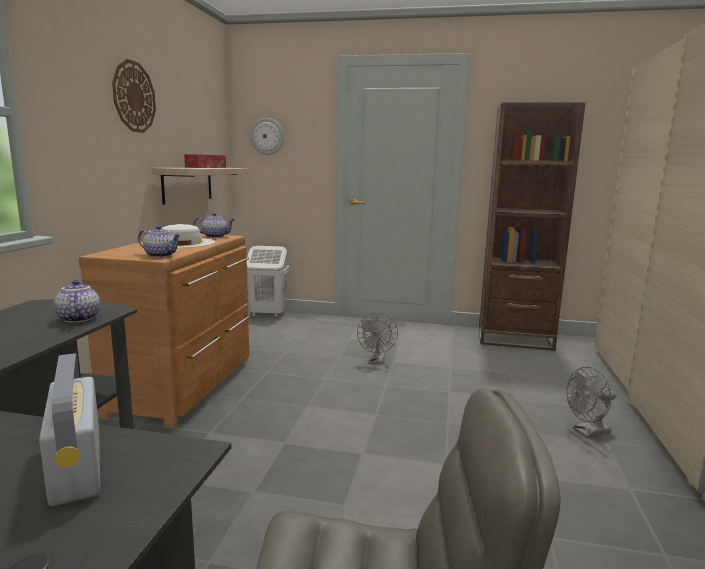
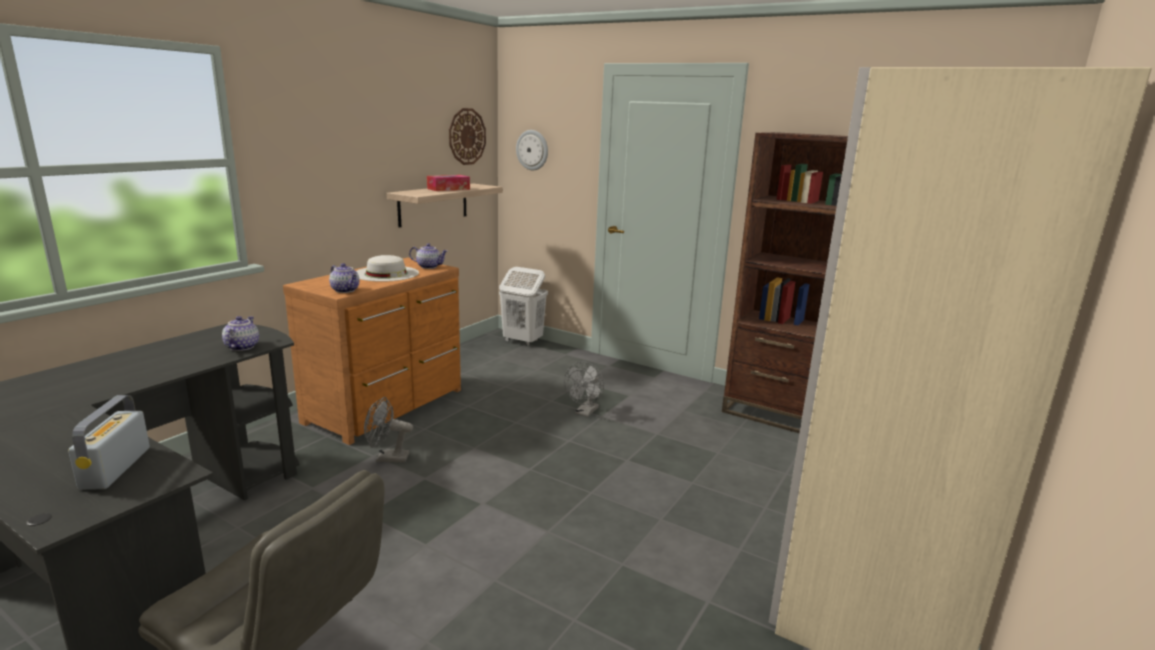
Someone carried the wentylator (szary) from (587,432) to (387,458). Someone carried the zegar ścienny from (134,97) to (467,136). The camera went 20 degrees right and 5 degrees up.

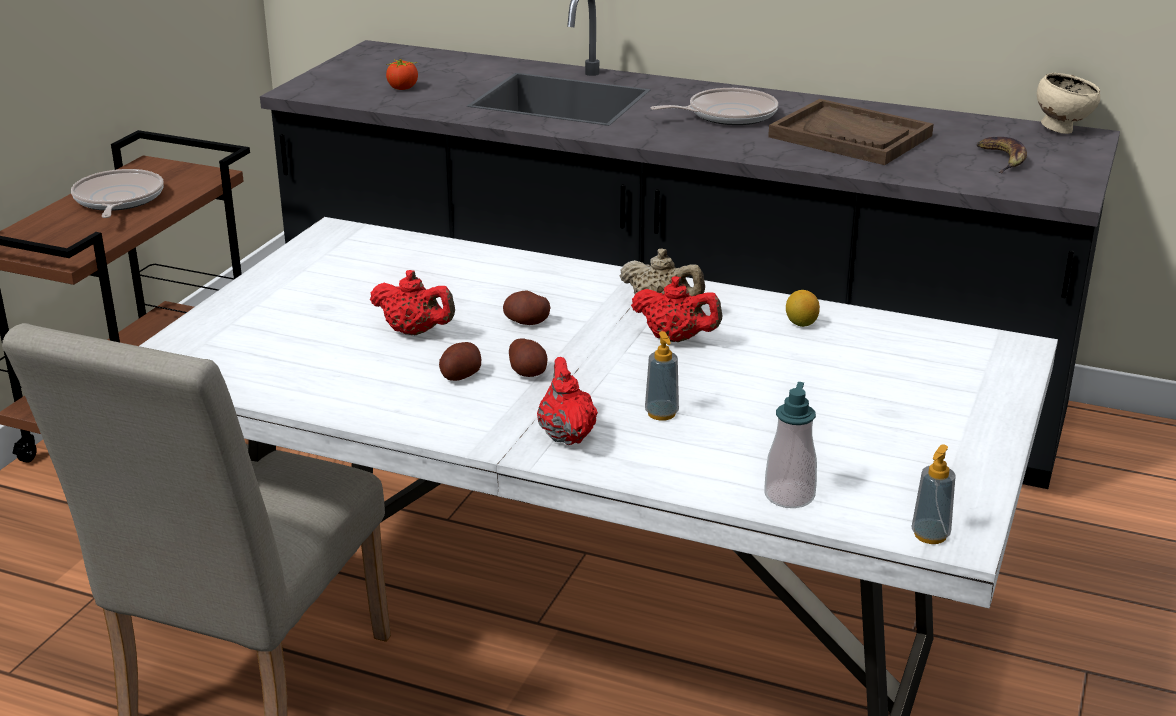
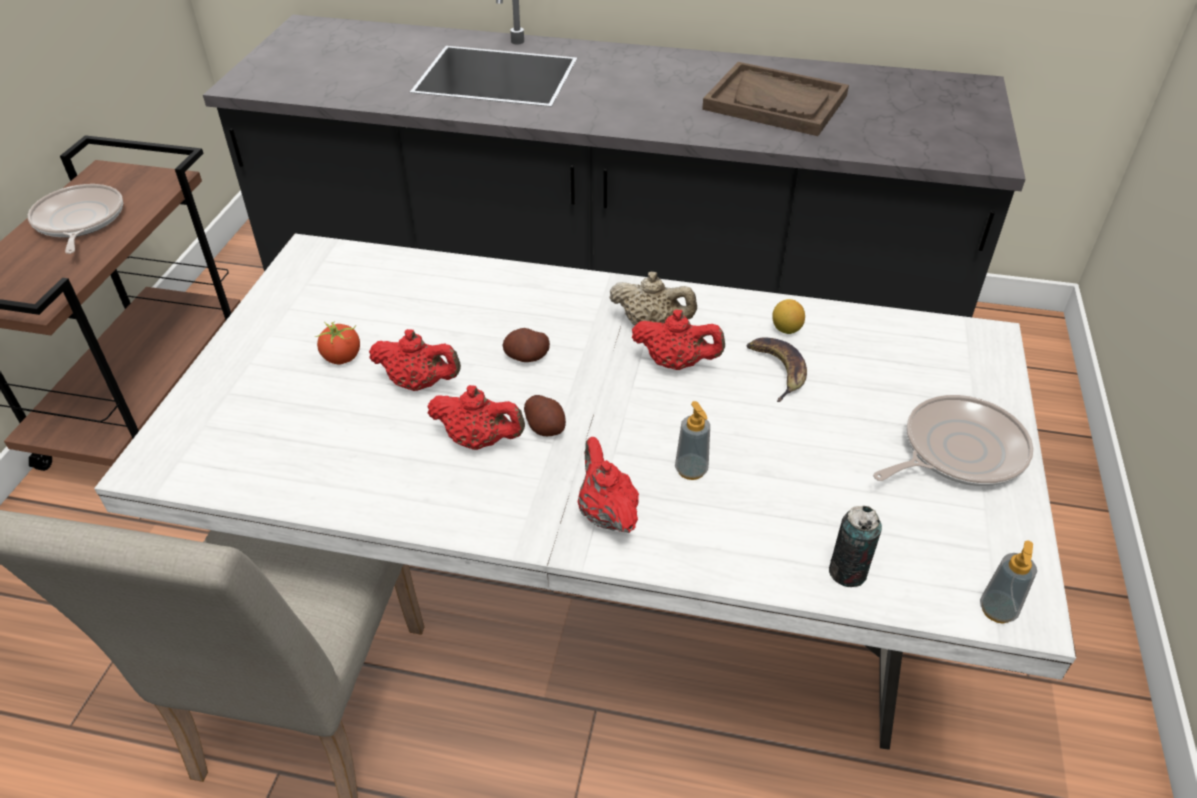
Someone carried the pomidor from (403,88) to (342,358). Someone swapped the ziemniak at (460,375) for the imbryk (czerwony) at (479,440). Someone carried the banan from (1002,159) to (778,370). Someone swapped the dozownik mydła at (789,496) for the puszka at (847,572). Someone carried the patelnia from (727,115) to (957,451). Someone took away the miska (beżowy) at (1061,130). The camera went 10 degrees left and 15 degrees up.

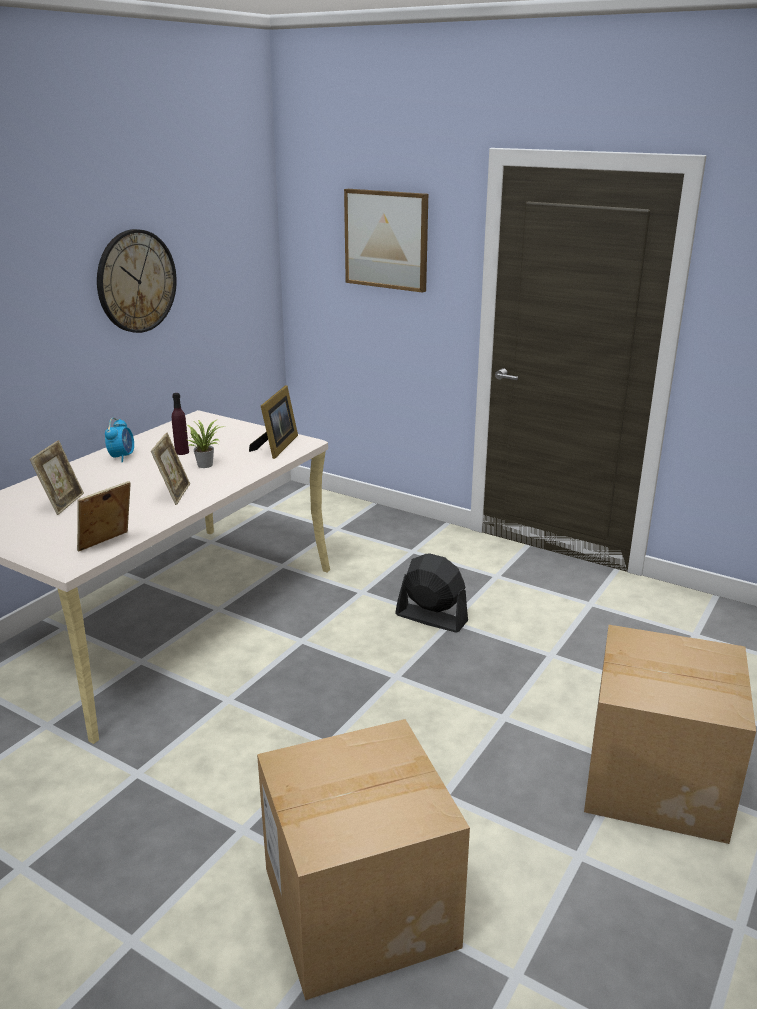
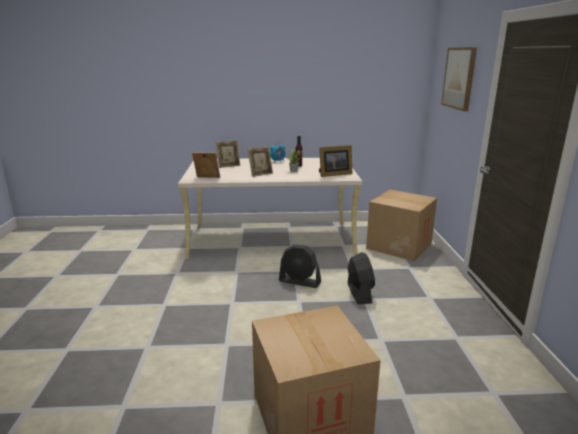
Someone put down the wentylator (czarny) at (300,281). Someone carried the karton from (359,906) to (399,246). Someone took away the zegar ścienny at (136,281). The camera went 55 degrees right and 5 degrees down.

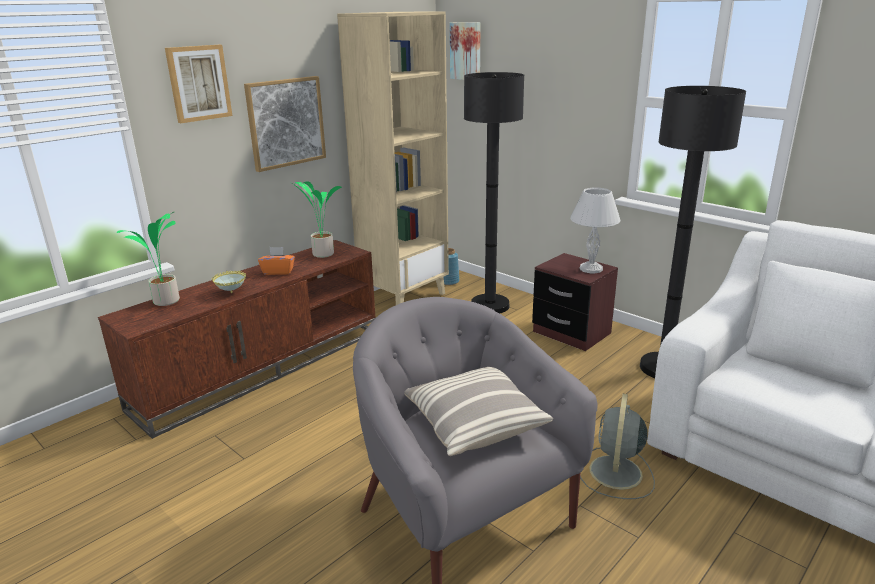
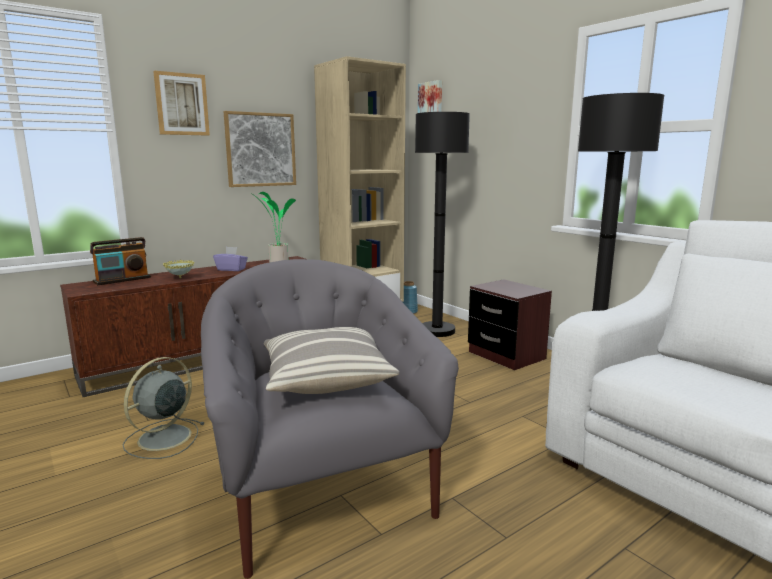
Someone swapped the roślina doniczkowa at (166,302) for the radio at (122,280). Someone carried the wentylator (szary) from (615,473) to (162,438). Someone repainted the pudełko chusteczek (pomarańczowy) at (278,271), which became the pudełko chusteczek (fioletowy) at (231,269). Someone took away the lampa stołowa (biały) at (590,268). The camera went 10 degrees right and 10 degrees down.

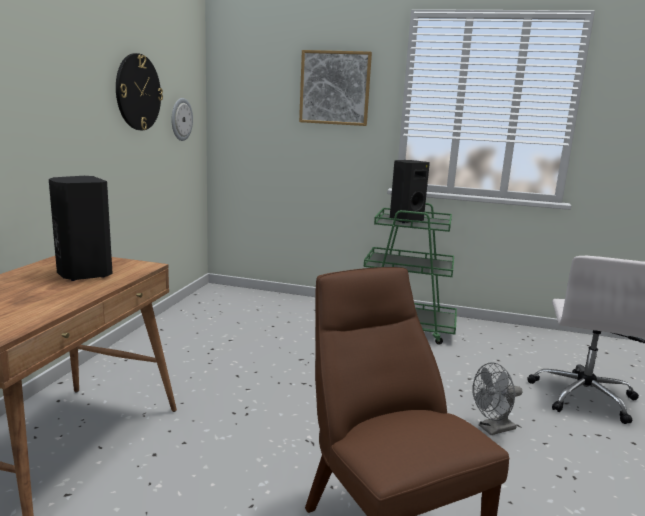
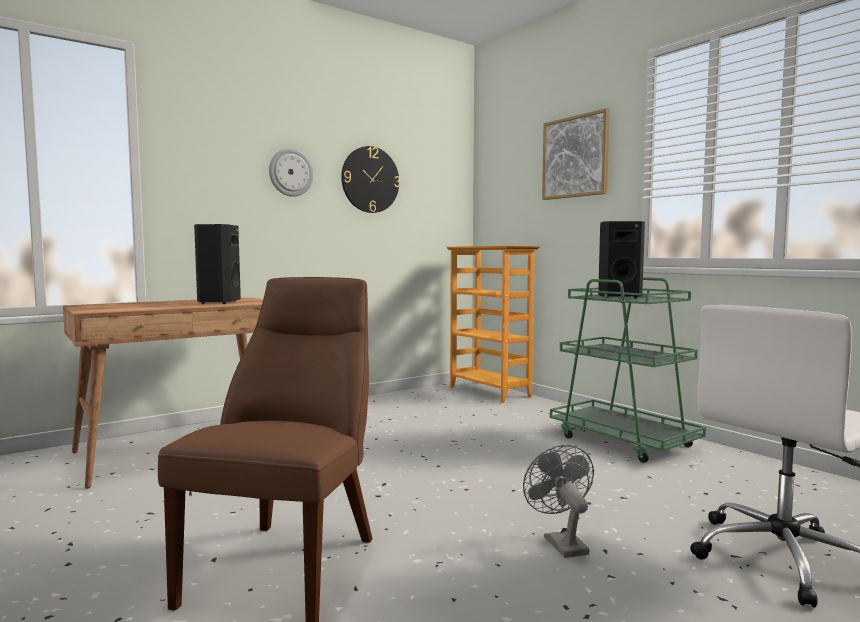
Someone carried the zegar ścienny from (181,119) to (290,172). Someone put down the regał at (490,391). Someone rotated the wentylator (szary) at (492,429) by 60 degrees clockwise. The camera went 40 degrees right and 10 degrees down.

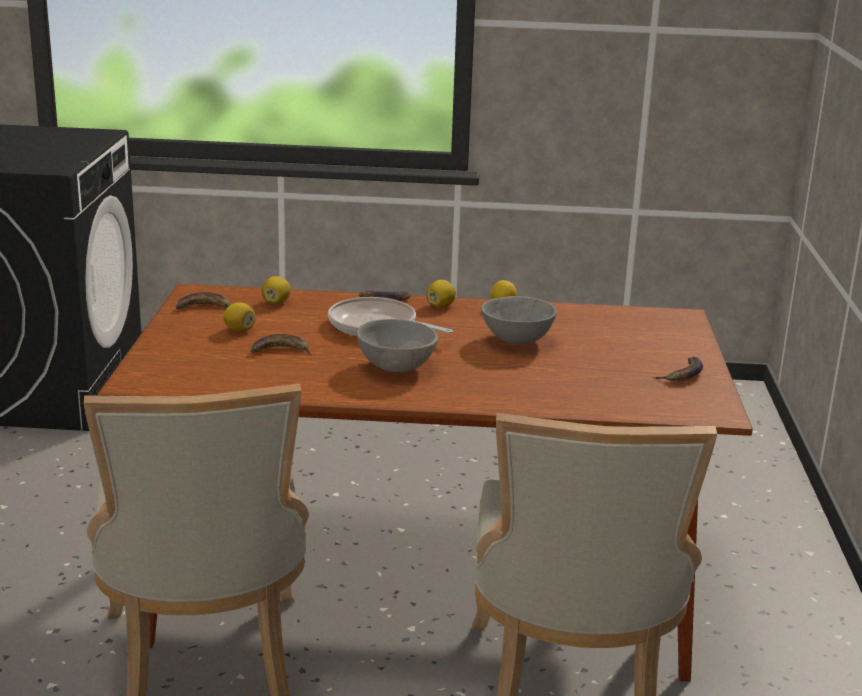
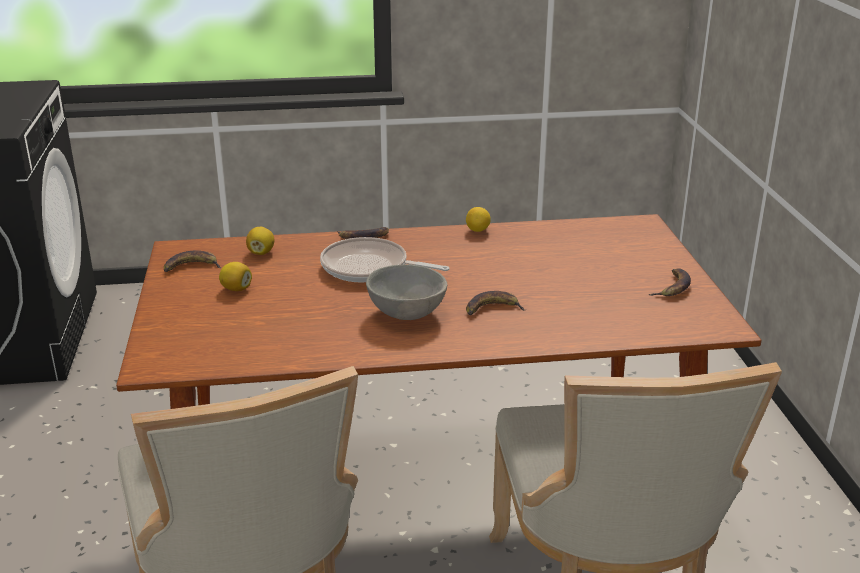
Someone carried the banan from (280,351) to (492,309). Someone took away the cytryna at (440,306). Someone took away the miska (szary) at (515,340). The camera went 10 degrees left and 5 degrees up.

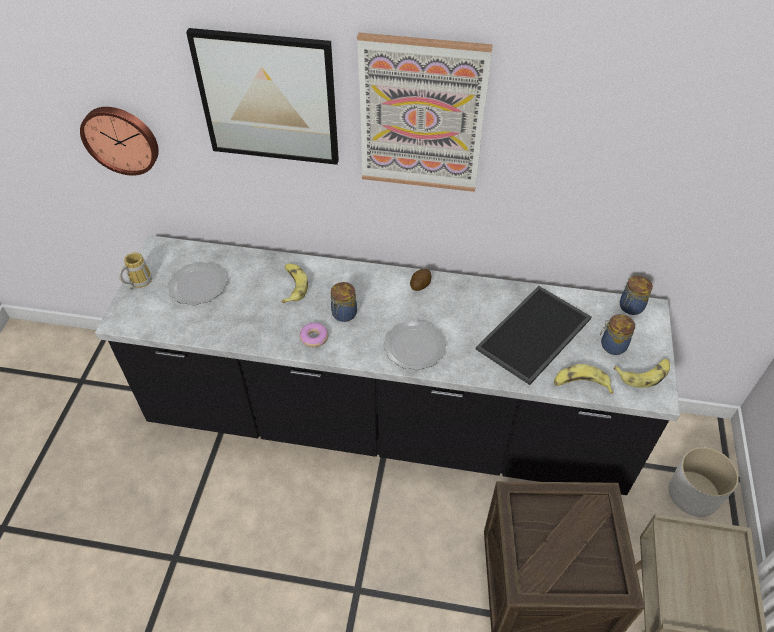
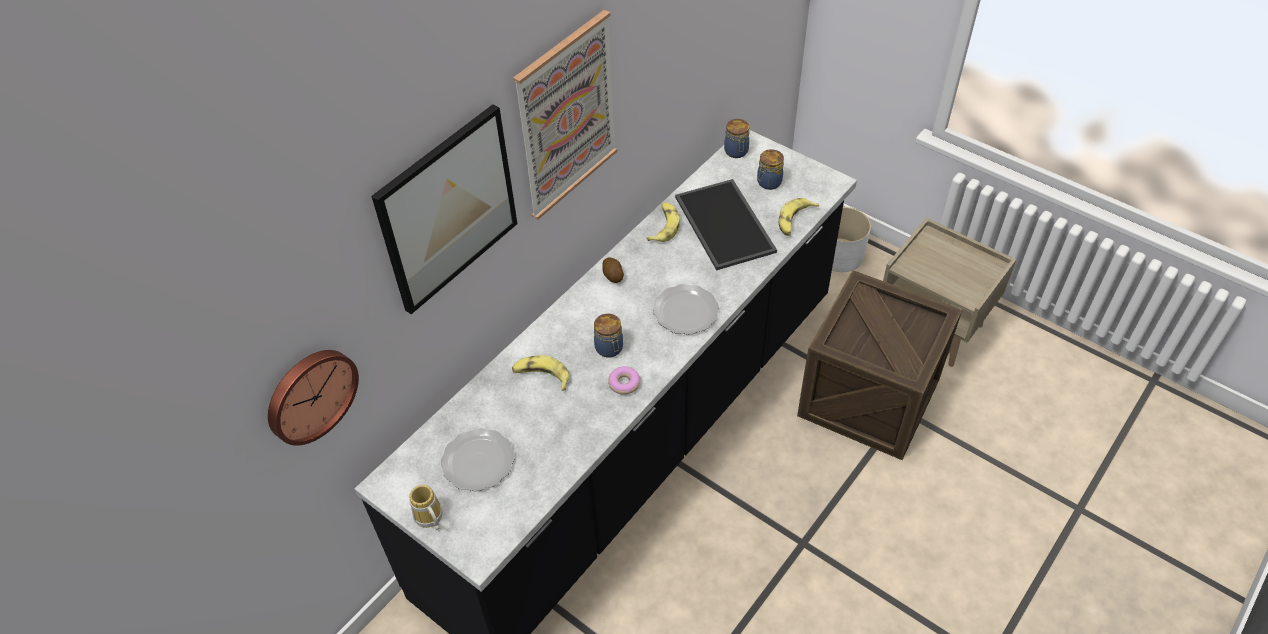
Someone carried the banan from (643,374) to (664,226). The camera went 60 degrees left and 0 degrees up.

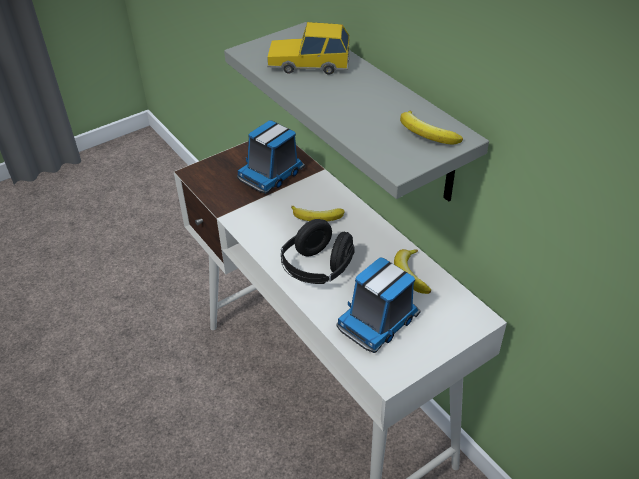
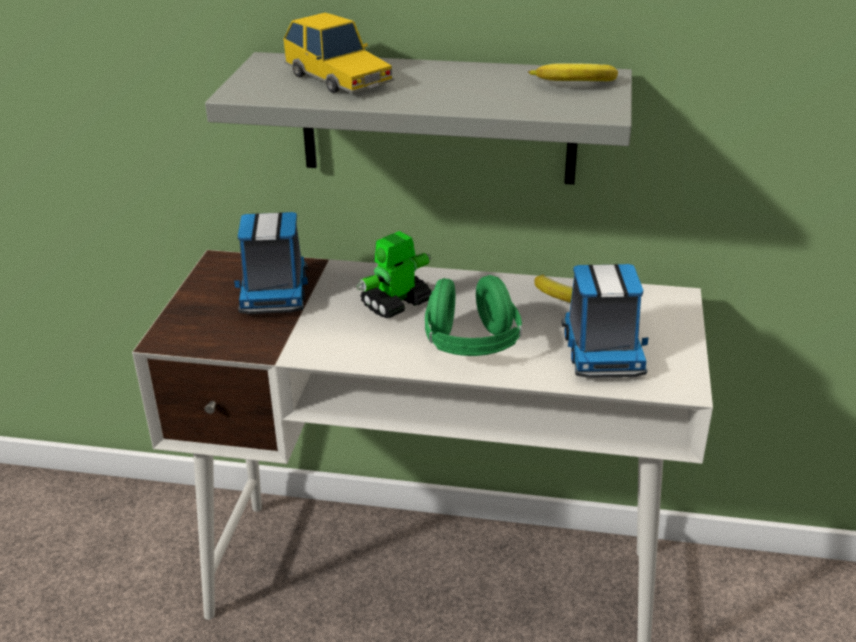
Someone rotated the samochodzik at (309,63) by 90 degrees counterclockwise. Someone swapped the banan at (317,218) for the robot zabawkowy at (396,304). Someone repainted the słuchawki (czarny) at (317,269), which became the słuchawki (zielony) at (471,345). The camera went 45 degrees left and 10 degrees down.

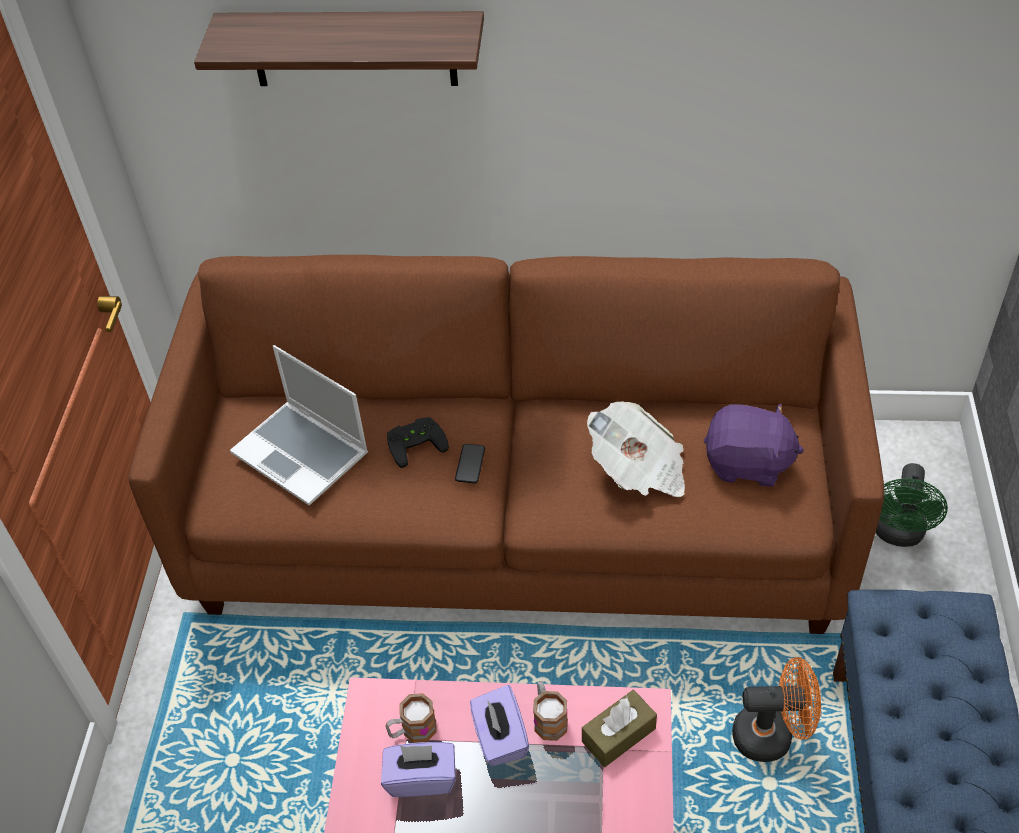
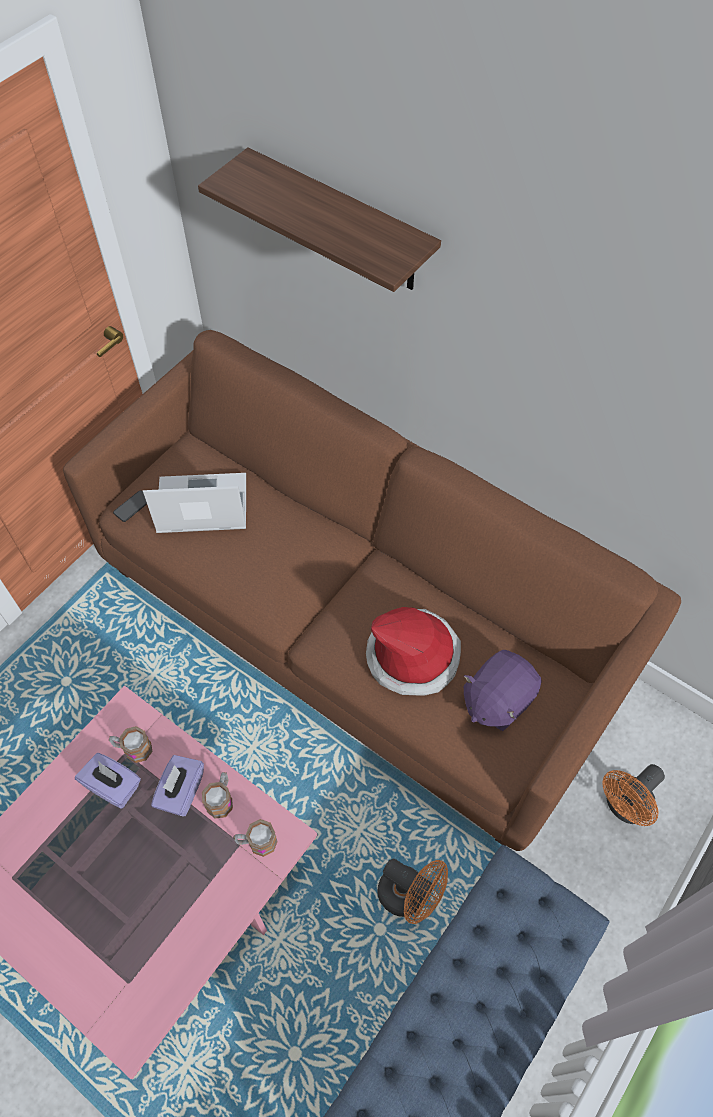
Someone carried the telefon from (470,464) to (132,506). Someone rotated the laptop at (303,454) by 105 degrees clockwise. Someone swapped the pudełko chusteczek (brązowy) at (618,735) for the kubek at (256,842). Someone swapped the gazeta at (638,470) for the kapelusz at (412,656). Someone rotated the pluszak (fioletowy) at (748,464) by 90 degrees clockwise. Someone repainted the wentylator (zielony) at (898,534), which became the wentylator (pomarańczowy) at (624,807). Someone took away the pad do gier (czarny) at (415,442). The camera went 30 degrees right and 10 degrees up.

